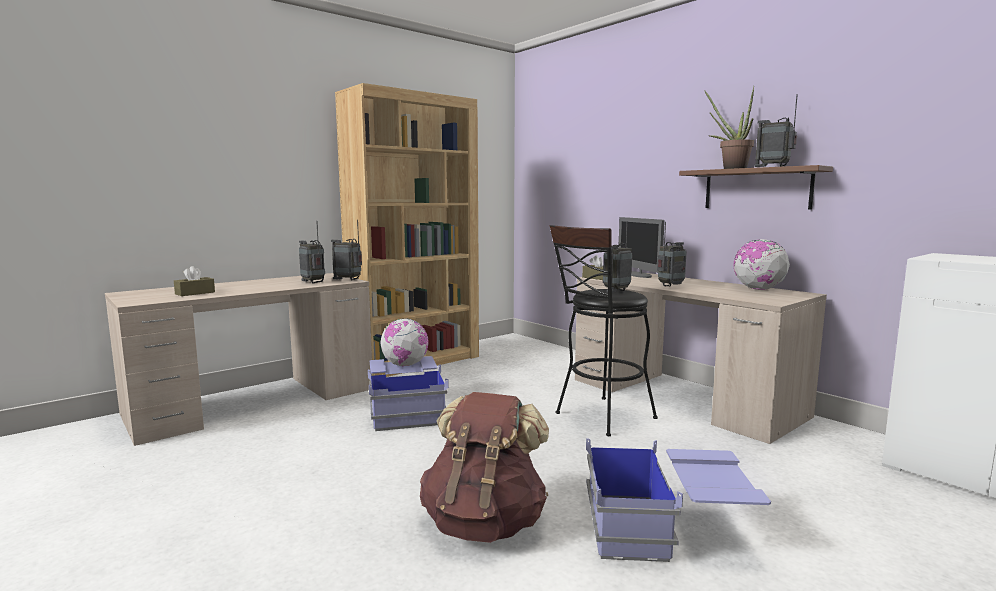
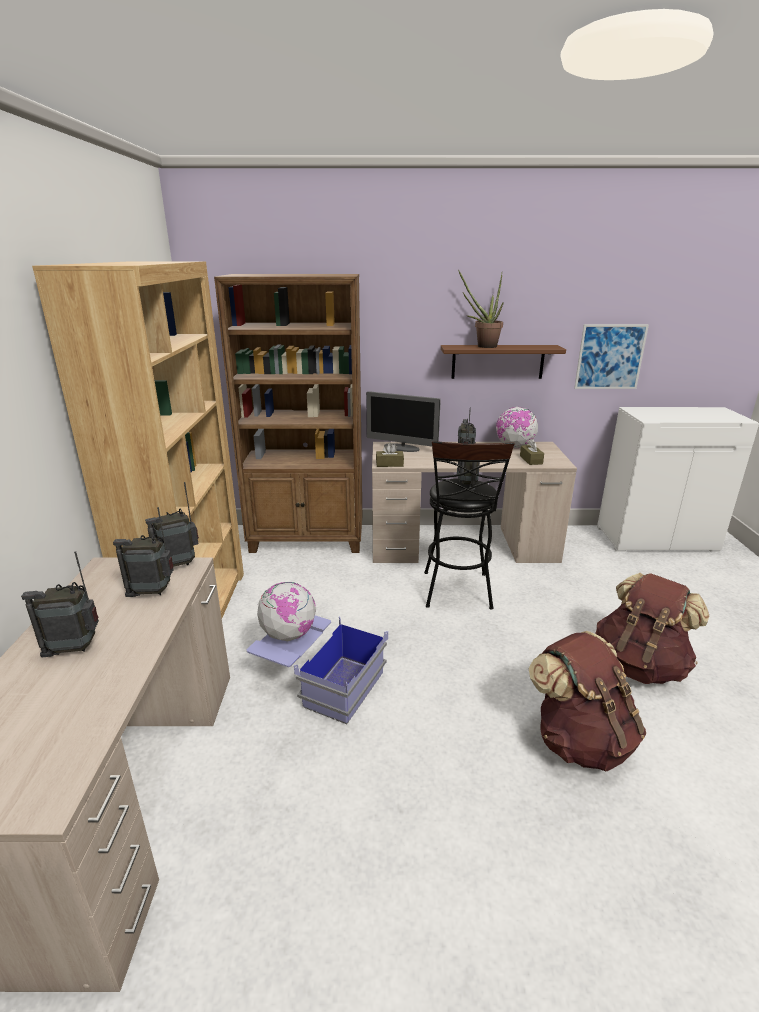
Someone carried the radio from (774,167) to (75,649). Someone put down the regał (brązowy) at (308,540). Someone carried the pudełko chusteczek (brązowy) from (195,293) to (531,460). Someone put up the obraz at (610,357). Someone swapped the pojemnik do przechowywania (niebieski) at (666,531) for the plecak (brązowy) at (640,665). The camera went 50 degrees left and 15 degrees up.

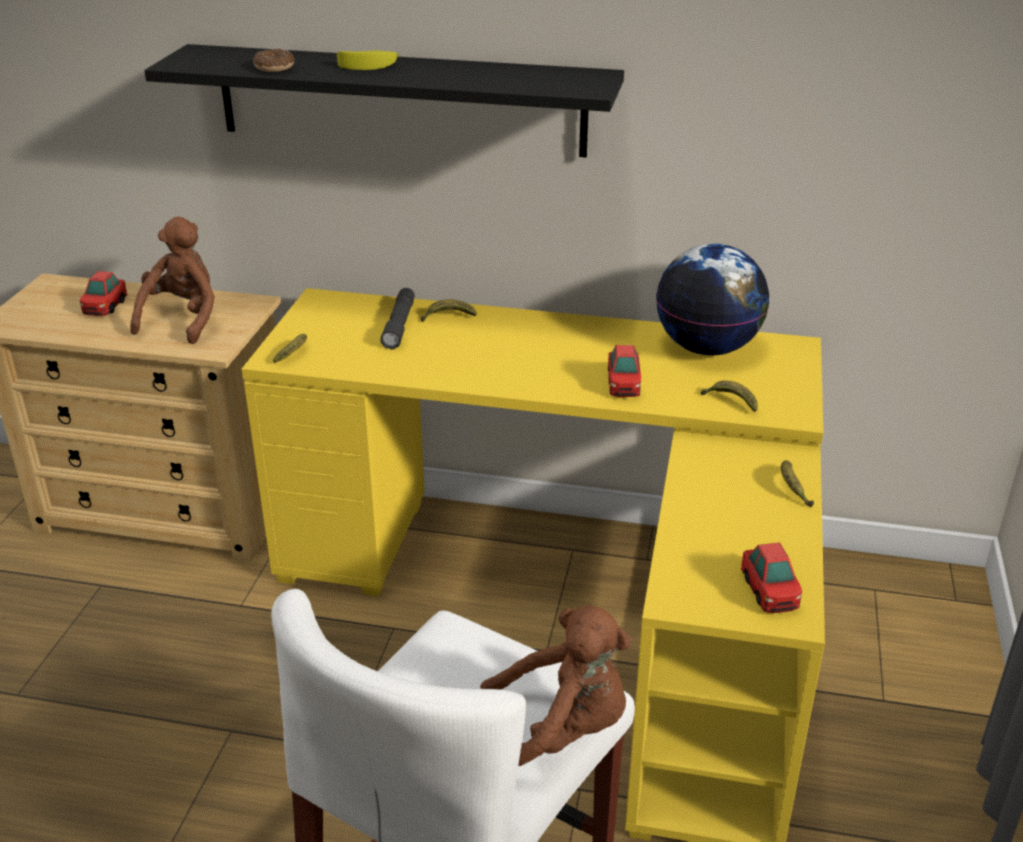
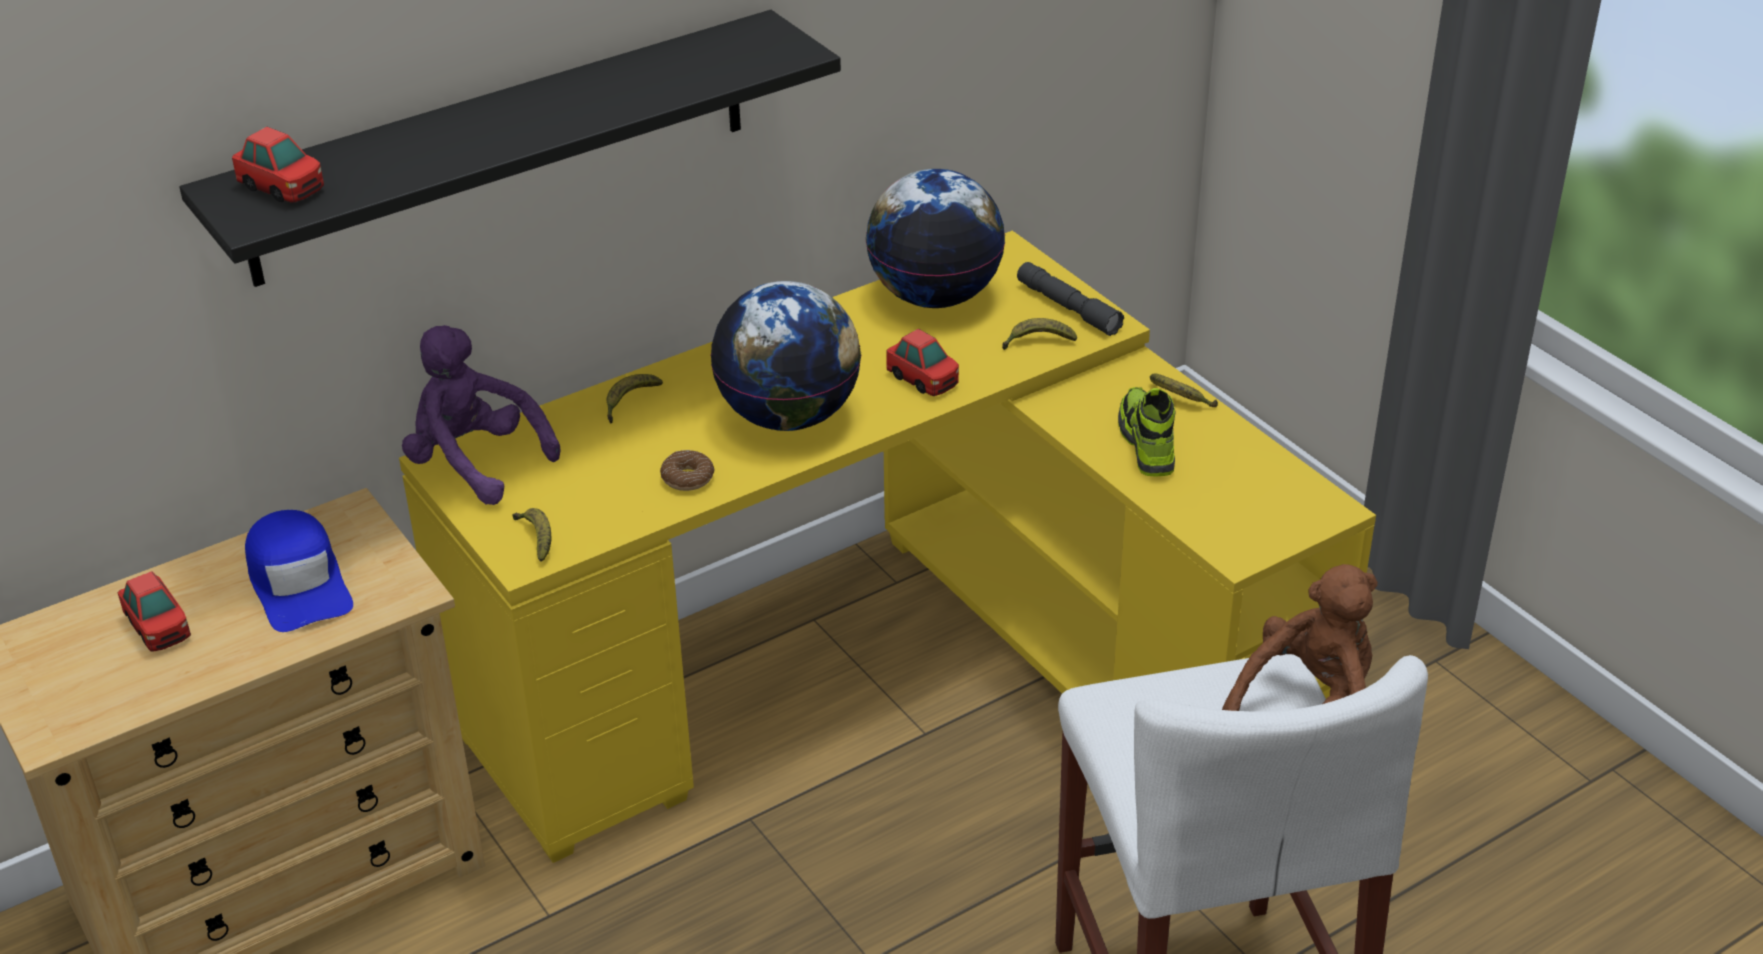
Someone carried the samochodzik from (769,592) to (283,188). Someone swapped the pluszak (brązowy) at (183,319) for the czapka z daszkiem (niebieski) at (299,582). Someone put down the pluszak (fioletowy) at (475,463). Someone carried the donut from (274,68) to (687,478). Someone put down the globus at (789,416). Someone carried the latarka (szary) from (399,325) to (1068,308). Someone put down the but at (1146,443). Someone took away the banan at (368,65). The camera went 45 degrees left and 5 degrees up.

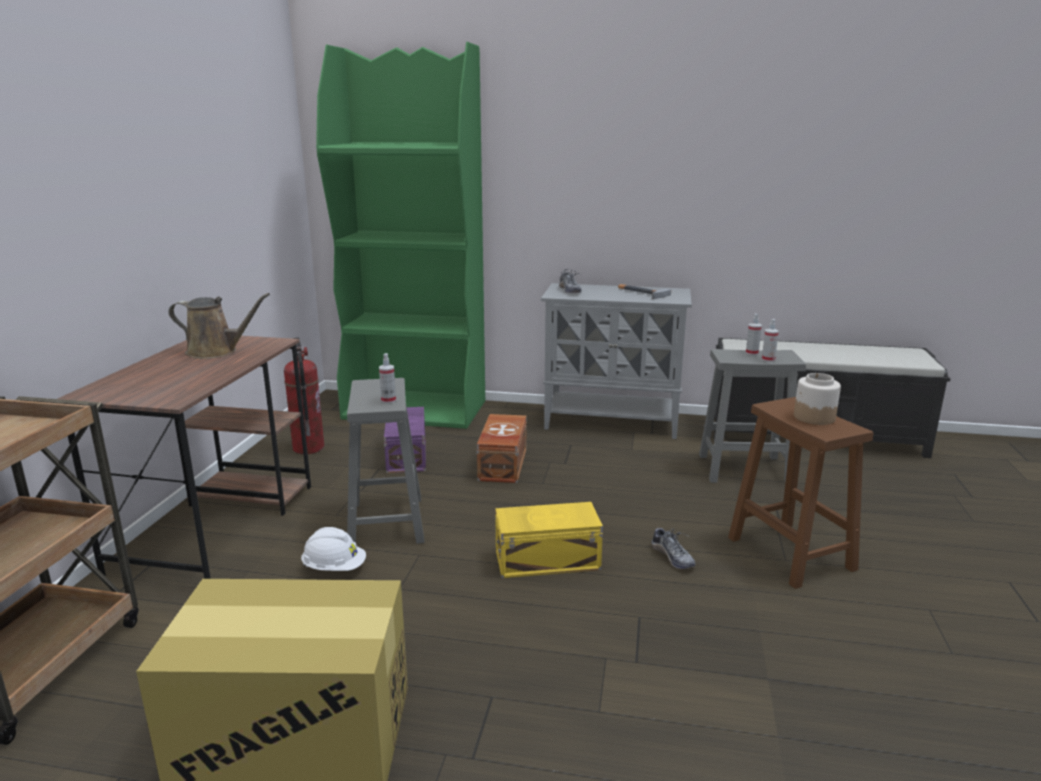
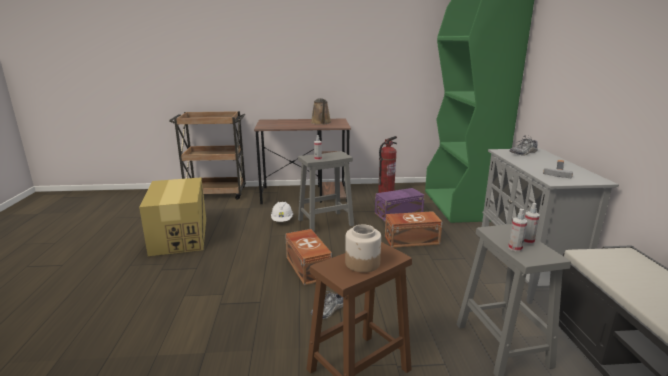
Someone repainted the pojemnik do przechowywania (żółty) at (545,559), which became the pojemnik do przechowywania (brązowy) at (308,267). The camera went 75 degrees right and 0 degrees up.

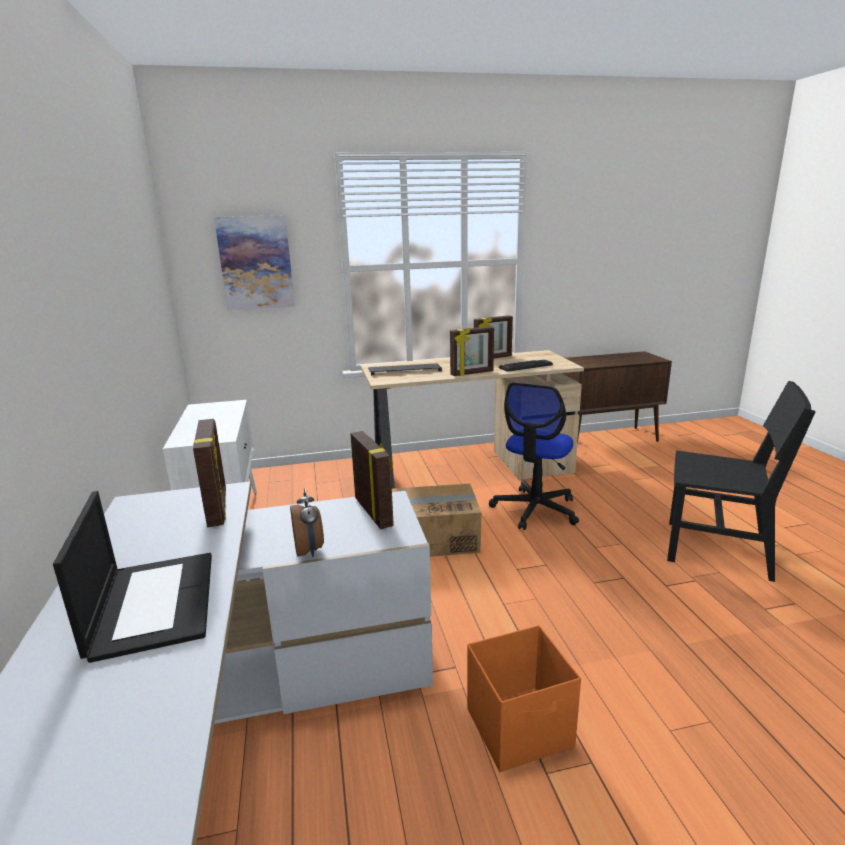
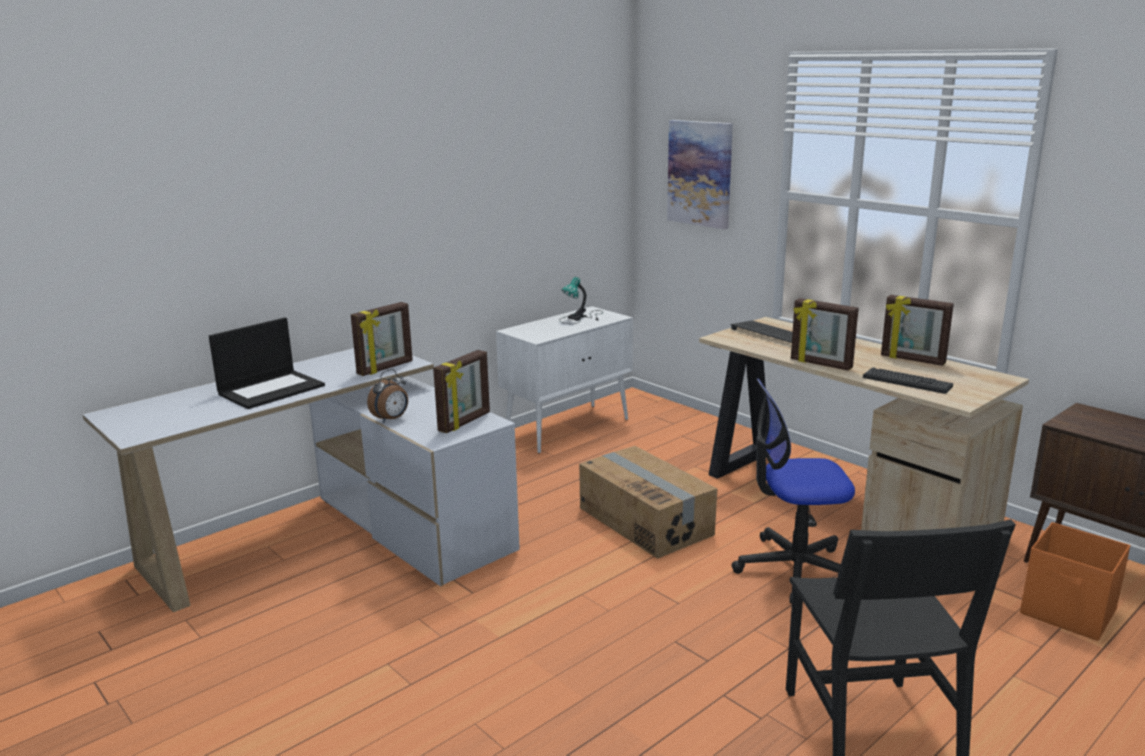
Someone put down the lampa stołowa at (582,317). Someone carried the pojemnik do przechowywania (pomarańczowy) from (520,728) to (1069,613). The camera went 60 degrees right and 0 degrees up.

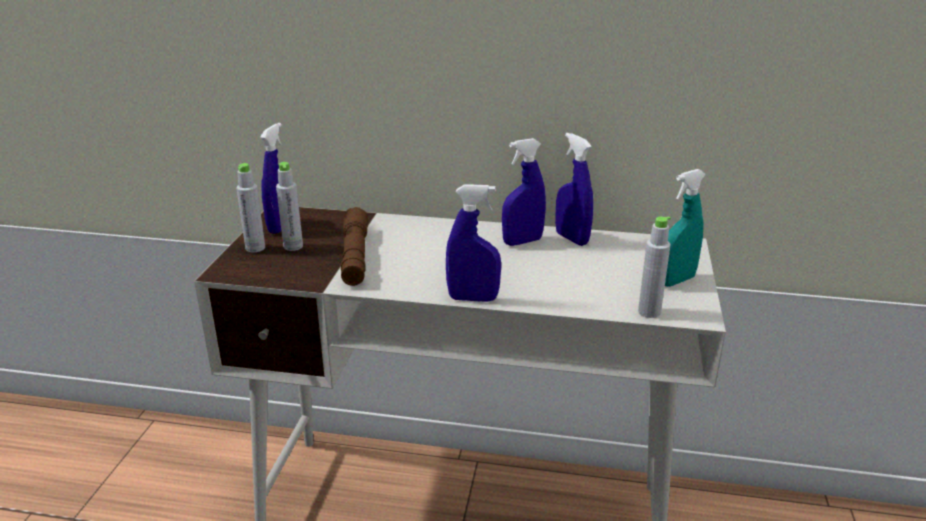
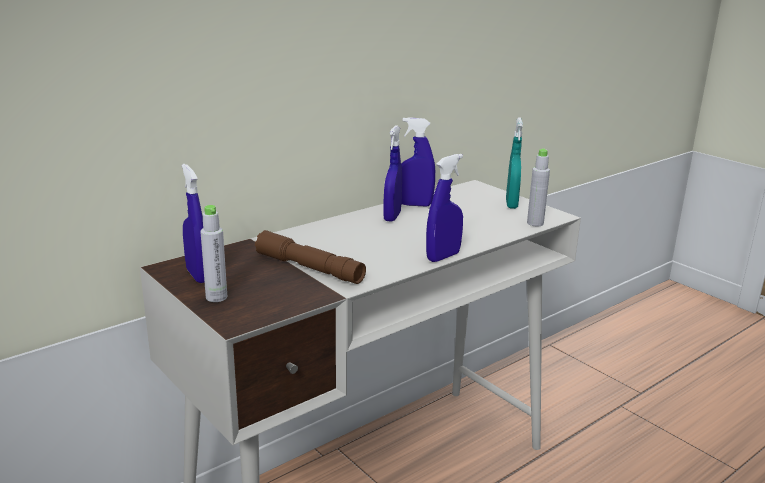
Someone took away the butelka (szary) at (293,246). The camera went 50 degrees left and 5 degrees down.

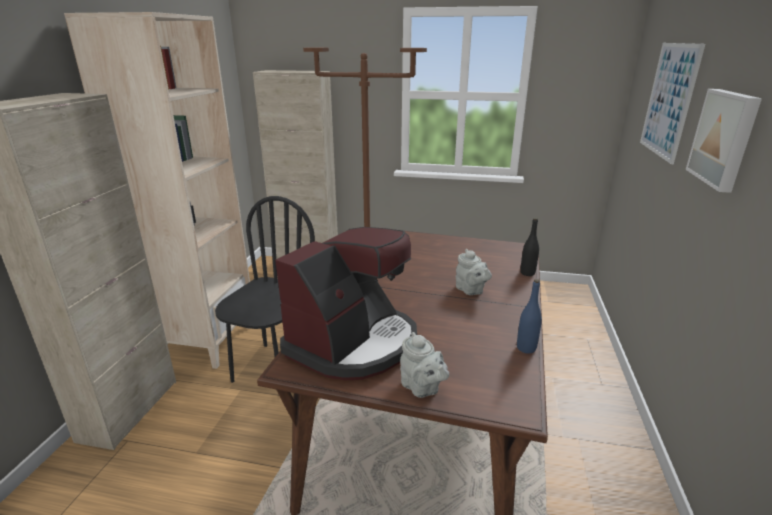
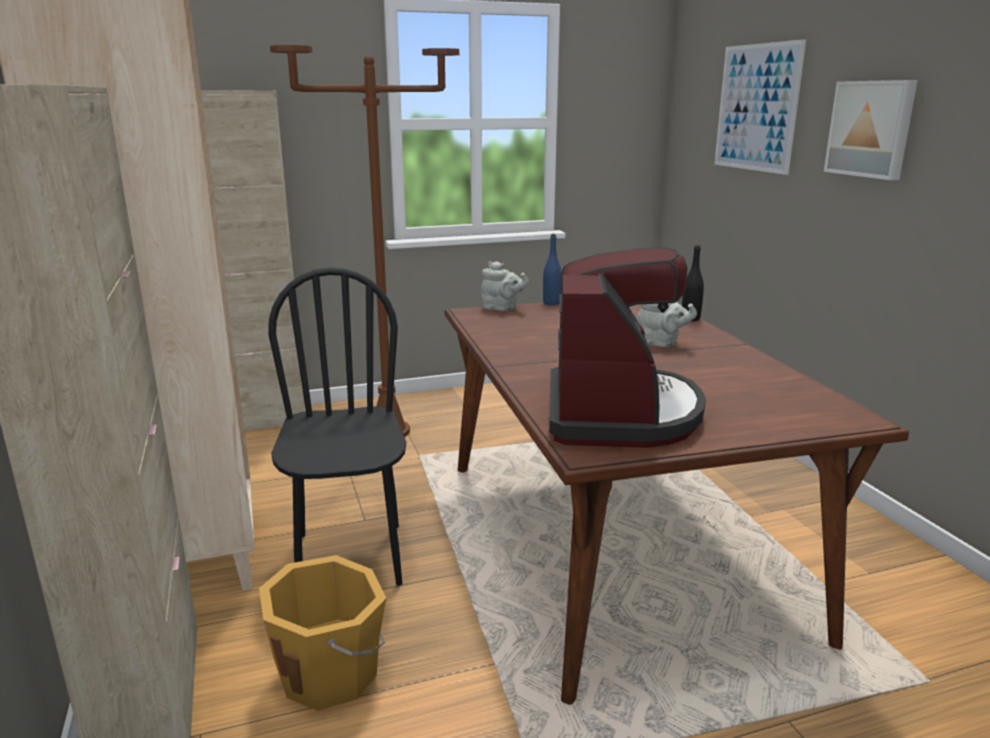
Someone put down the wiadro (pomarańczowy) at (331,673). Someone carried the imbryk (szary) from (422,388) to (502,308). Someone carried the butelka (niebieski) from (526,348) to (551,303). The camera went 30 degrees left and 5 degrees down.

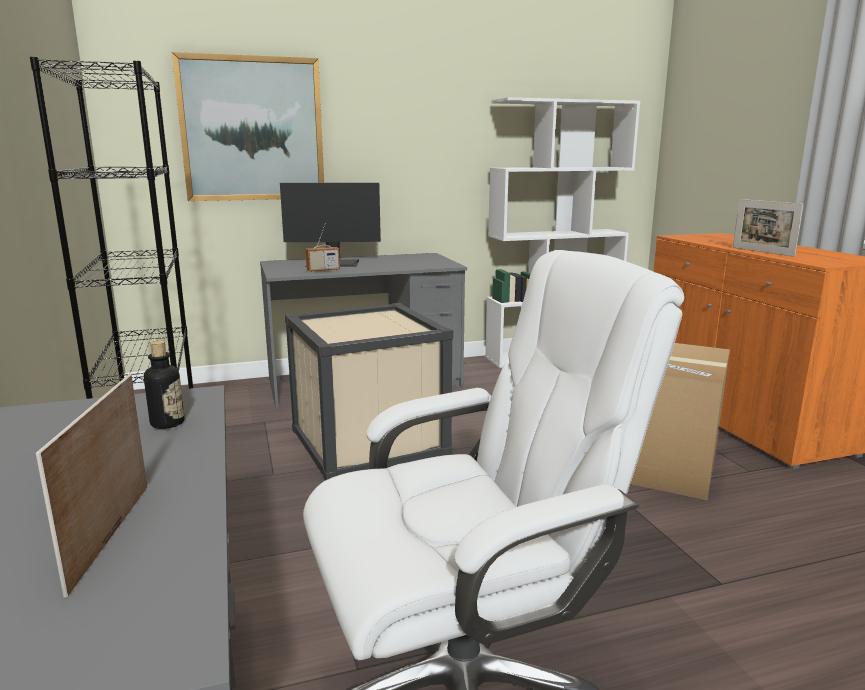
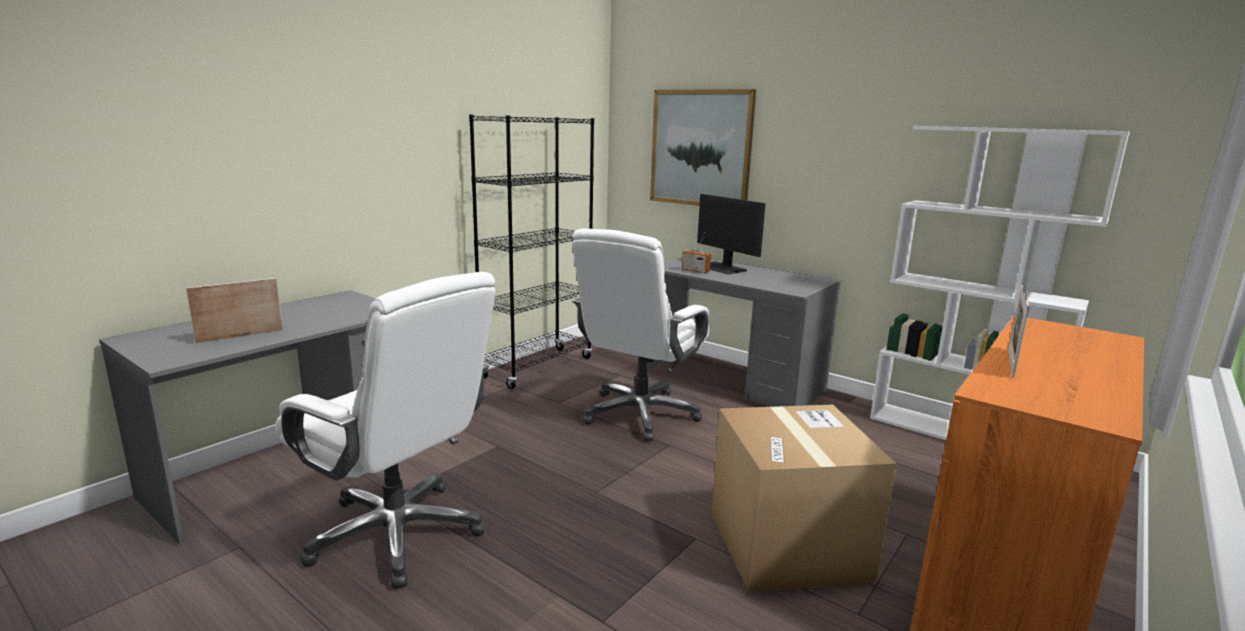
Someone swapped the pojemnik do przechowywania (beżowy) at (368,442) for the krzesło biurowe (biały) at (640,414). Someone took away the butelka at (167,423). The camera went 55 degrees right and 0 degrees up.

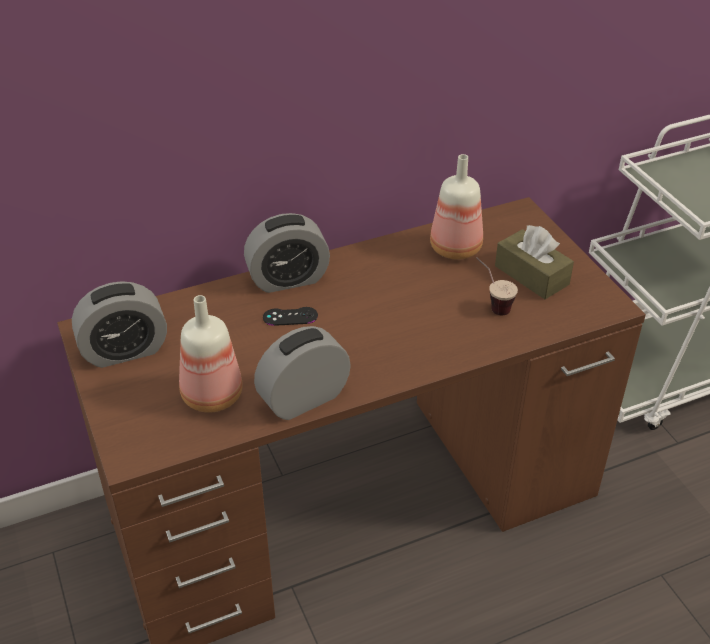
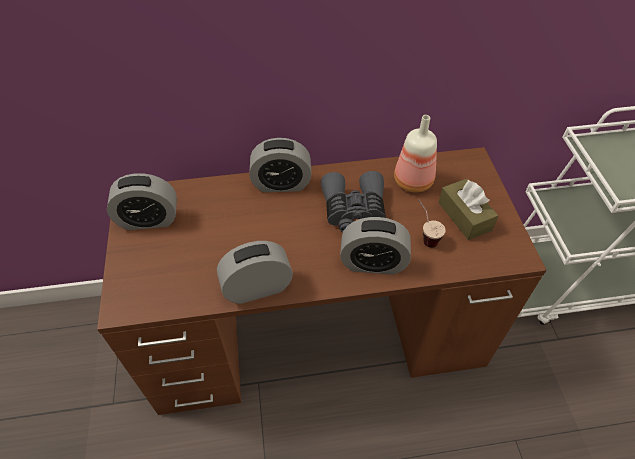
Someone put down the lornetka (szary) at (354,211). Someone put down the budzik at (373,263). Someone took away the butelka at (212,397). Someone took away the pad do gier (czarny) at (290,316). The camera went 15 degrees right and 10 degrees up.

